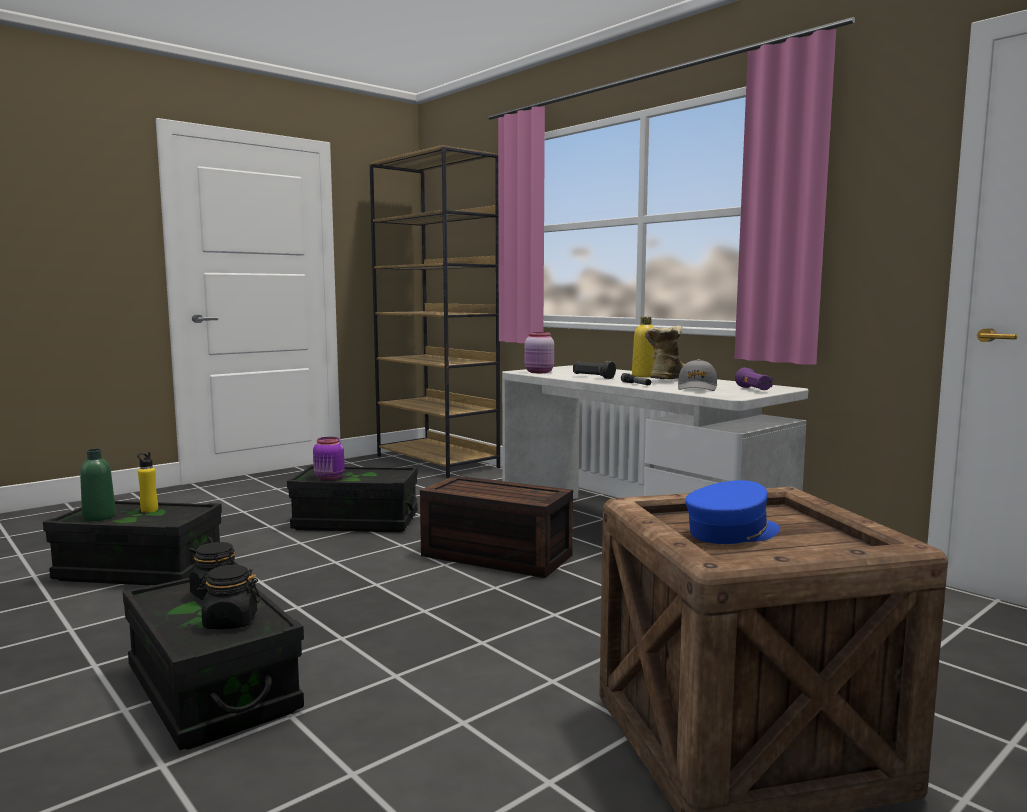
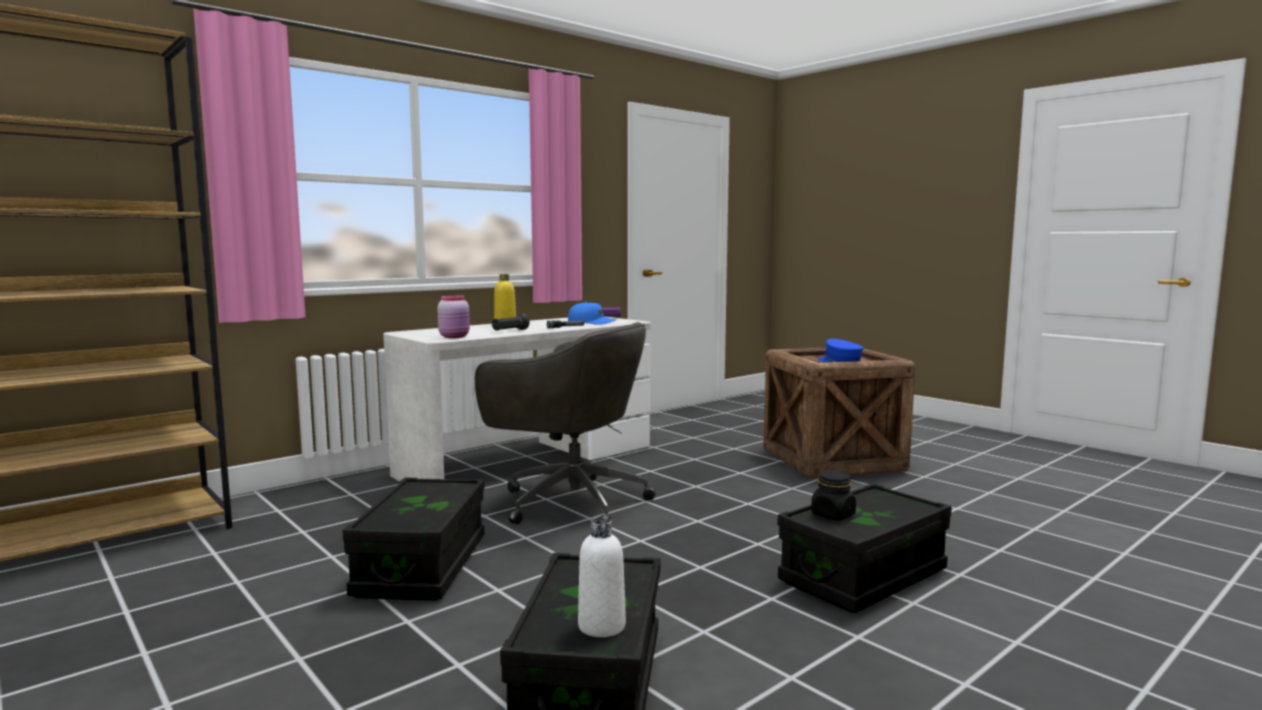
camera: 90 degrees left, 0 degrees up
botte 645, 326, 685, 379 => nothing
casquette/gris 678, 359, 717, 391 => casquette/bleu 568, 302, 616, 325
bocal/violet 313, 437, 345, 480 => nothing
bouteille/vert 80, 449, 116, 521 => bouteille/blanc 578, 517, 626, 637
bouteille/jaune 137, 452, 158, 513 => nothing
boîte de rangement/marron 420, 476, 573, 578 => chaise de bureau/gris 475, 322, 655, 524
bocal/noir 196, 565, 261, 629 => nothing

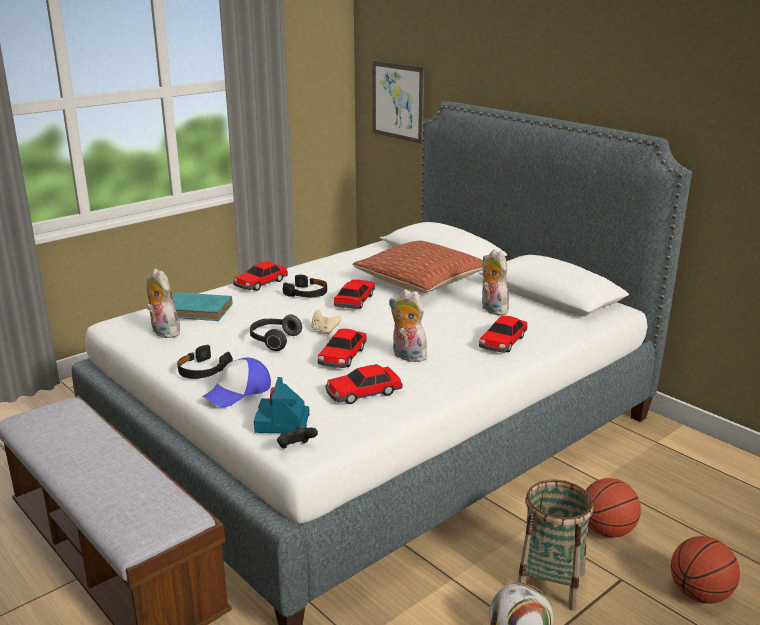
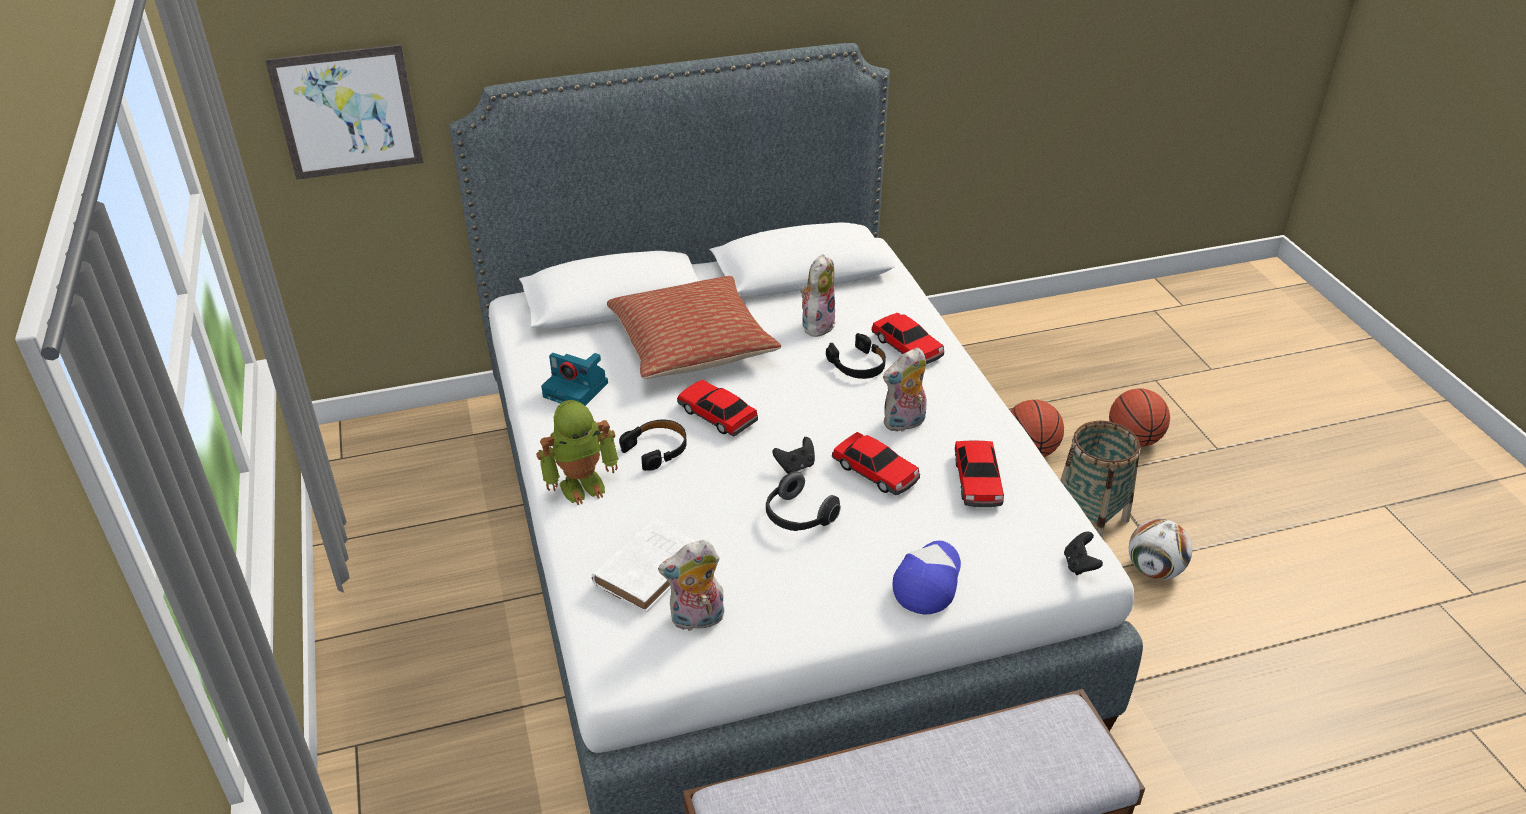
camera: 65 degrees left, 15 degrees up
peluche 482, 249, 509, 315 => peluche 800, 254, 836, 337, 120 degrees clockwise
petite voiture 233, 262, 288, 291 => robot jouet 536, 400, 619, 505
livre/turquoise 172, 292, 232, 321 => livre/blanc 592, 518, 700, 612
manette/beige 311, 310, 341, 335 => manette/noir 772, 437, 815, 474
casque audio/noir 177, 345, 233, 379 => casque audio/noir 826, 333, 886, 379, move
casquette 202, 357, 271, 407 => casquette 893, 541, 961, 614, 135 degrees counterclockwise
appareil photo 254, 377, 310, 433 => appareil photo 541, 353, 608, 406, move

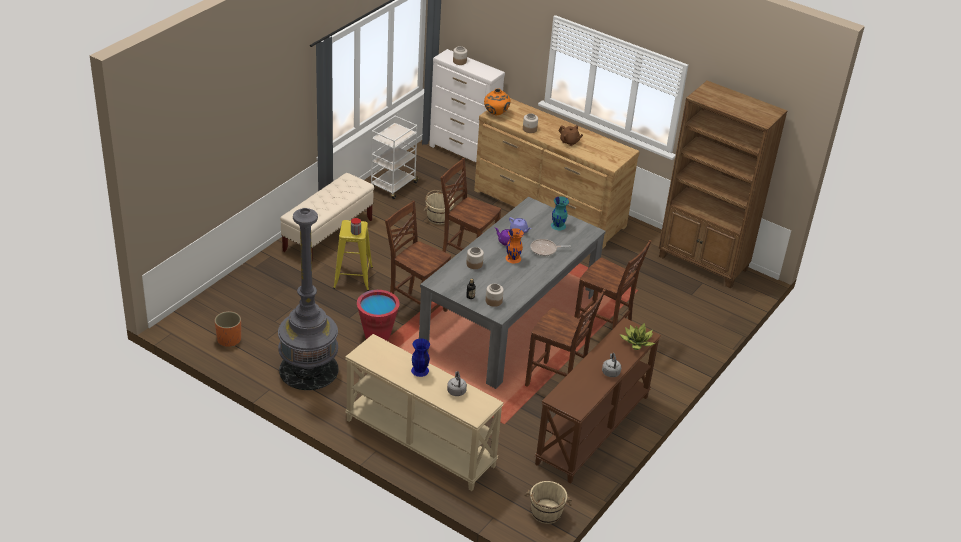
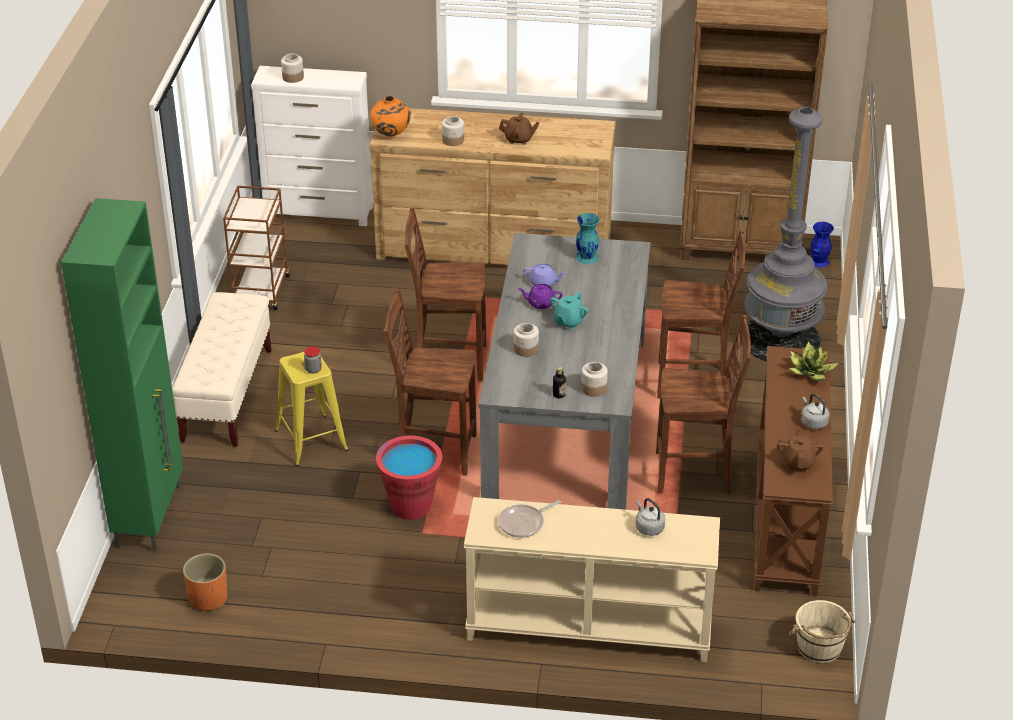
camera: 25 degrees left, 0 degrees up
chariot/blanc 371, 116, 419, 199 => chariot/marron 223, 186, 291, 310
seau/beige 424, 190, 455, 225 => nothing
lampadaire/gris 278, 208, 339, 390 => lampadaire/gris 741, 107, 827, 361, move
vase/orange 506, 228, 524, 263 => théière/turquoise 550, 292, 589, 329
poêle 530, 239, 571, 256 => poêle 498, 500, 561, 538, move
vase/bleu 411, 338, 430, 377 => vase/bleu 810, 222, 834, 268, move
nothing => meuble de rangement/vert 61, 198, 183, 551
nothing => théière/marron 777, 428, 824, 471

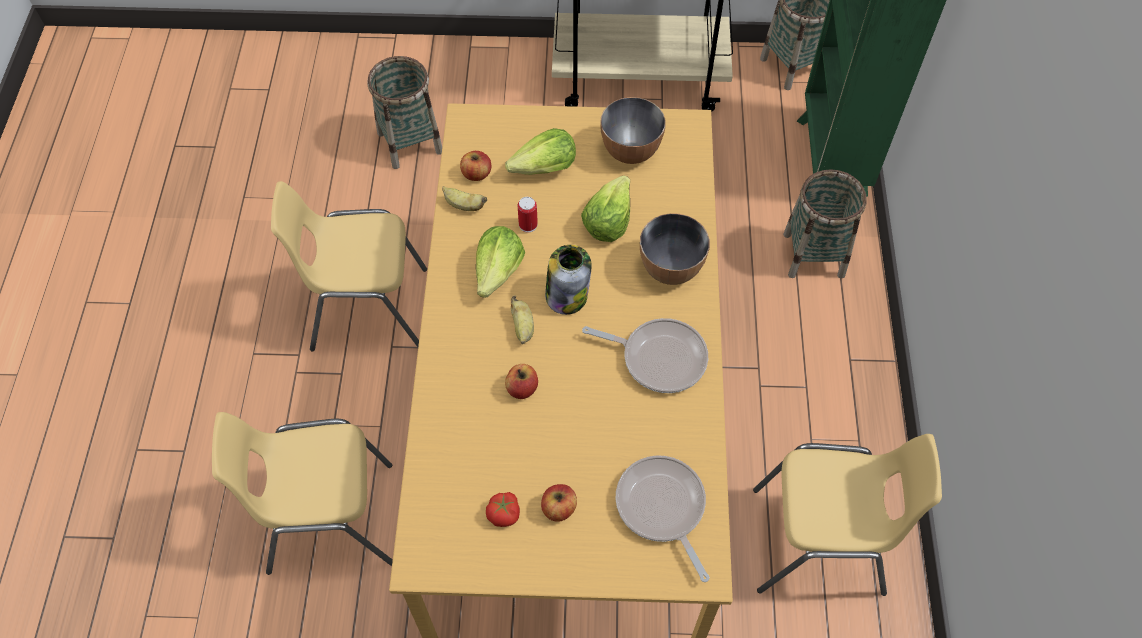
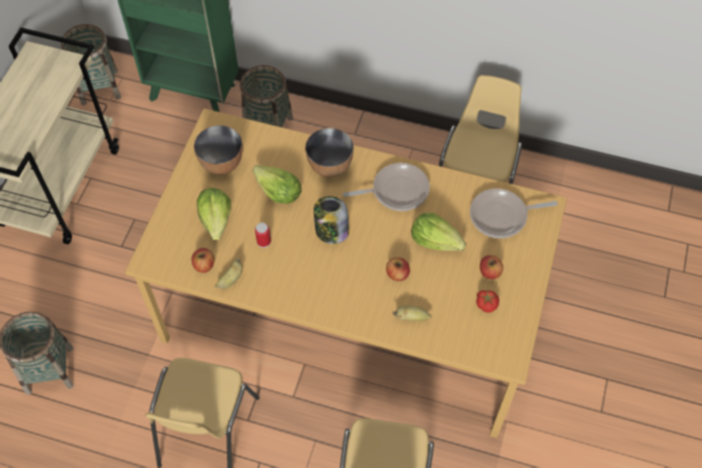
camera: 75 degrees left, 0 degrees up
laitue 476, 226, 525, 298 => laitue 411, 213, 466, 251, move
banane 511, 295, 534, 344 => banane 393, 306, 432, 321, move
poêle 582, 318, 708, 393 => poêle 343, 163, 430, 211, 45 degrees clockwise

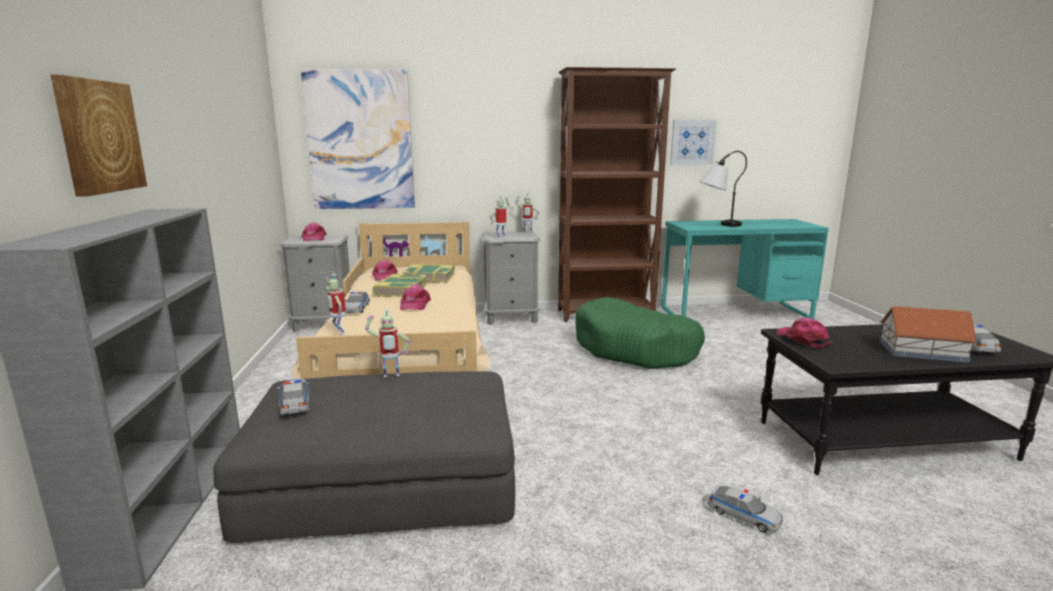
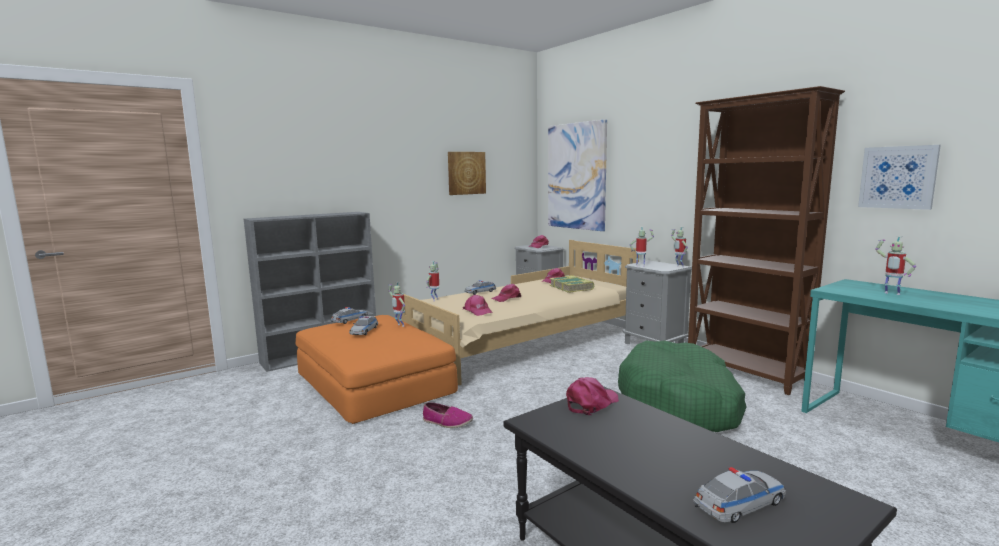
camera: 60 degrees right, 5 degrees down
tableau 50, 75, 147, 197 => tableau 448, 152, 486, 195, move
lampe de table 699, 151, 747, 227 => robot jouet 875, 236, 916, 295
livre 372, 274, 427, 297 => nothing
maison miniature 880, 306, 978, 363 => nothing
pouf/gris 214, 371, 515, 543 => pouf/orange 296, 315, 458, 424
petite voiture 707, 485, 783, 533 => petite voiture 349, 316, 378, 335, move
nothing => casquette/rose 463, 295, 493, 316
nothing => chaussure 423, 402, 473, 428

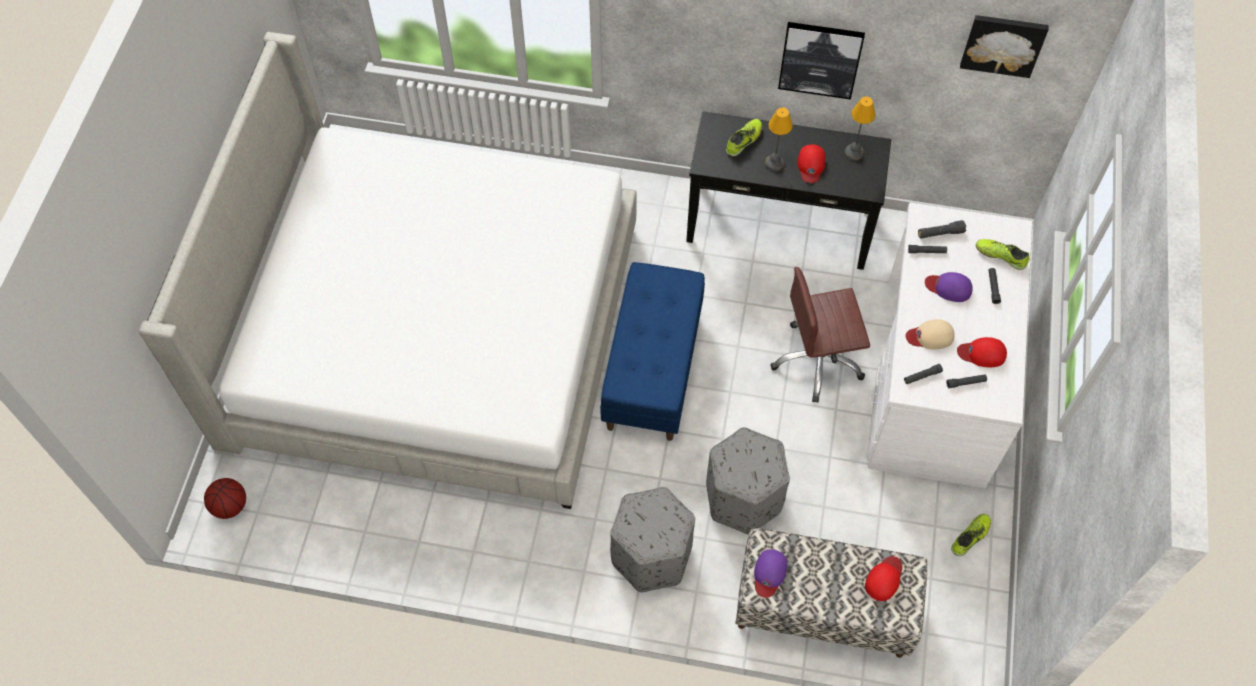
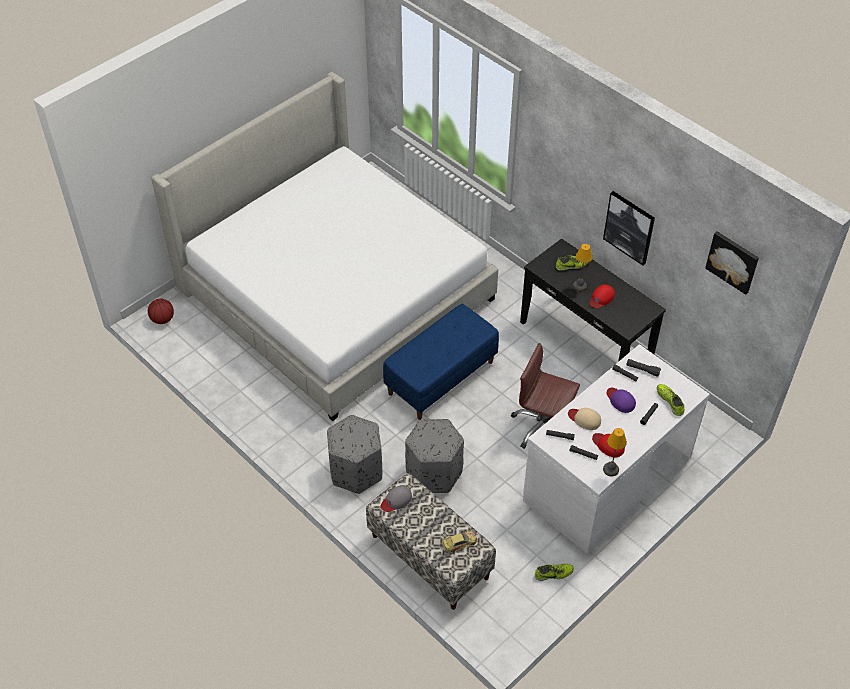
camera: 35 degrees right, 10 degrees down
lampe de table 844, 97, 875, 161 => lampe de table 603, 428, 627, 476, move
casquette/violet 754, 549, 787, 598 => casquette/gris 381, 486, 412, 512
casquette/rouge 865, 556, 902, 601 => petite voiture 442, 530, 477, 553

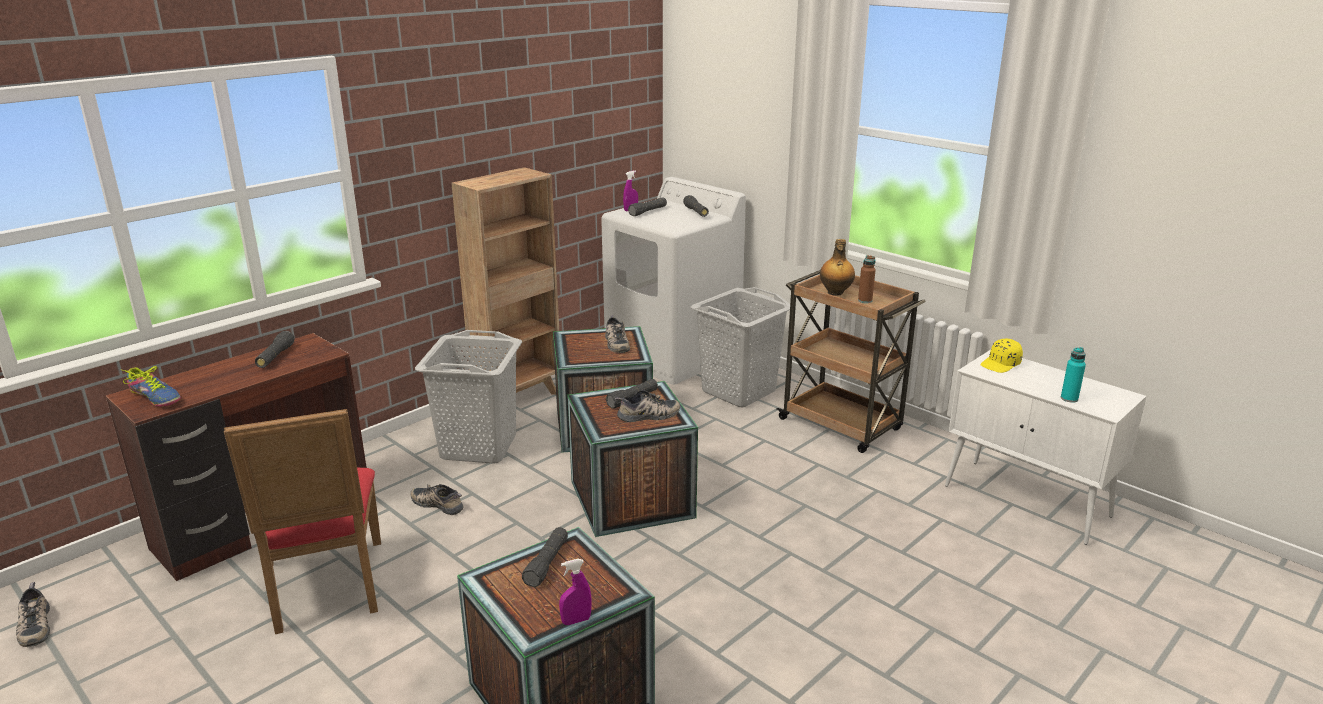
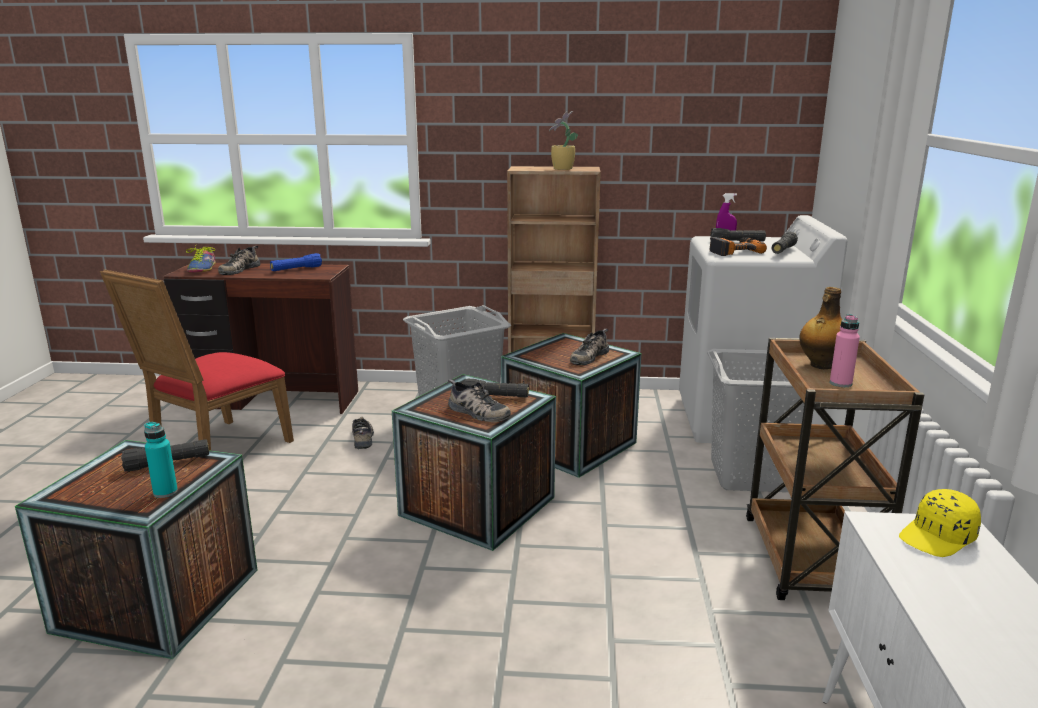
camera: 50 degrees right, 5 degrees down
bouteille/marron 858, 255, 876, 303 => bouteille/rose 830, 314, 860, 387
lampe de poche/noir 255, 331, 294, 368 => lampe de poche/bleu 270, 253, 322, 271
casquette/jaune 980, 339, 1023, 373 => casquette/jaune 899, 489, 981, 557, 45 degrees counterclockwise
bouteille/turquoise 1061, 347, 1086, 403 => bouteille/turquoise 144, 422, 178, 498, move
vaporisateur/violet 559, 559, 592, 625 => nothing
chaussure 16, 582, 50, 647 => chaussure 218, 246, 260, 275, move
nothing => plante en pot 549, 111, 578, 170
nothing => perceuse 709, 237, 767, 256

